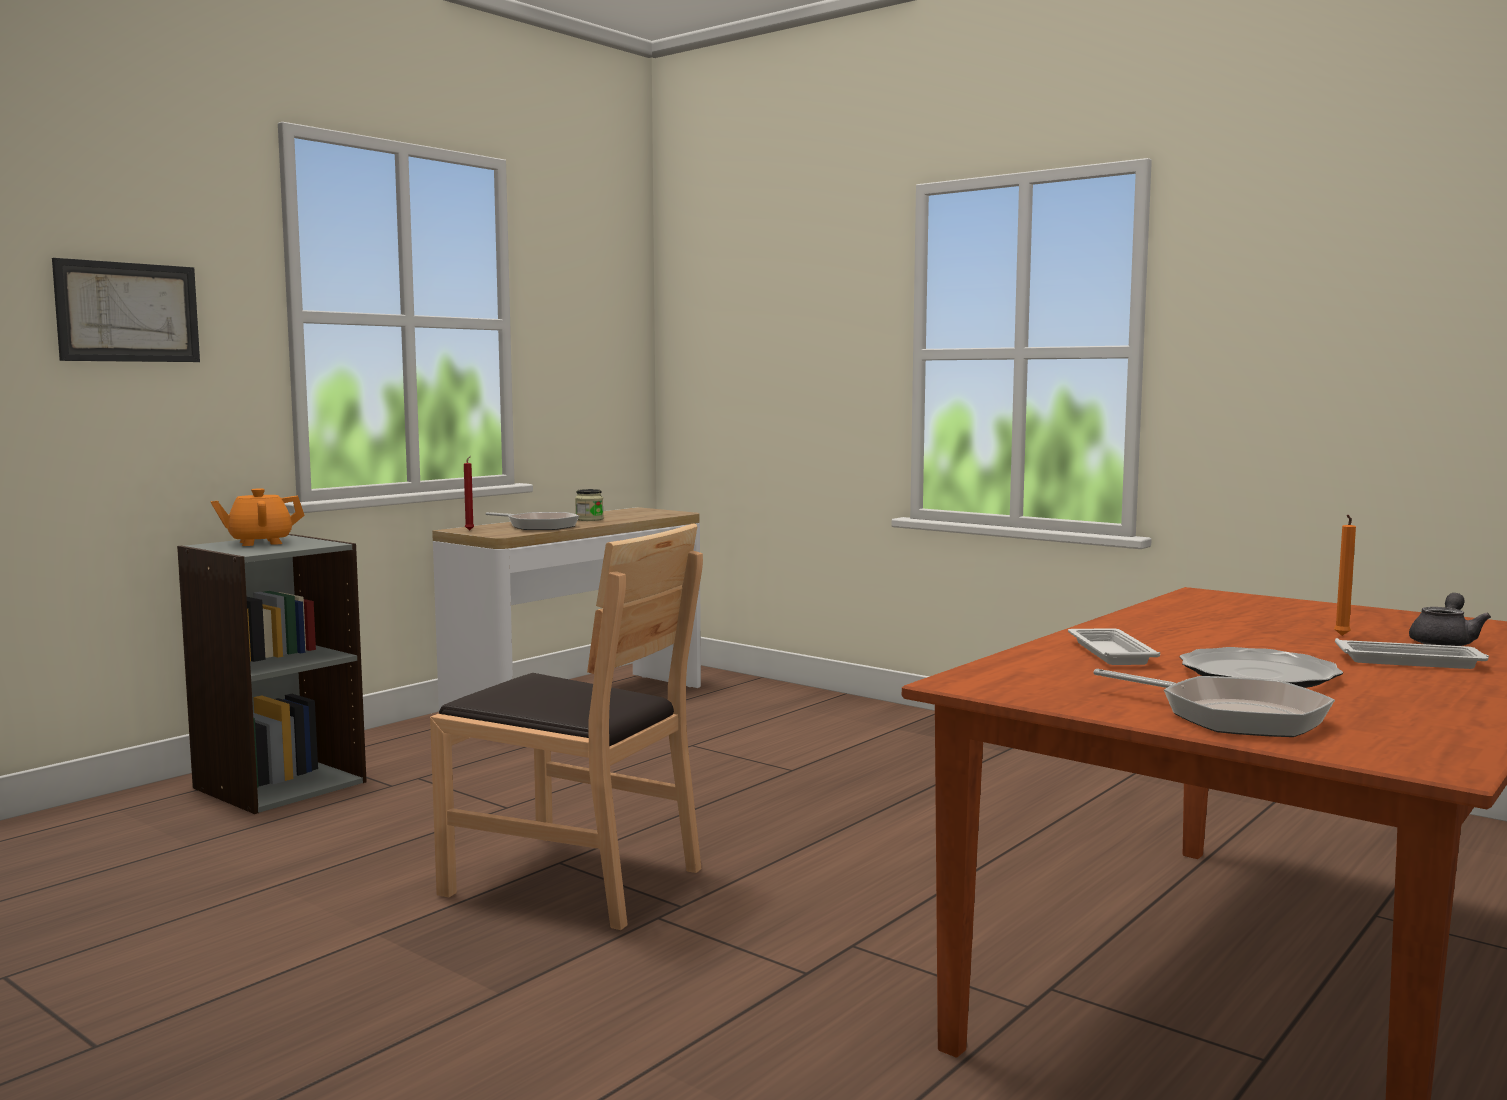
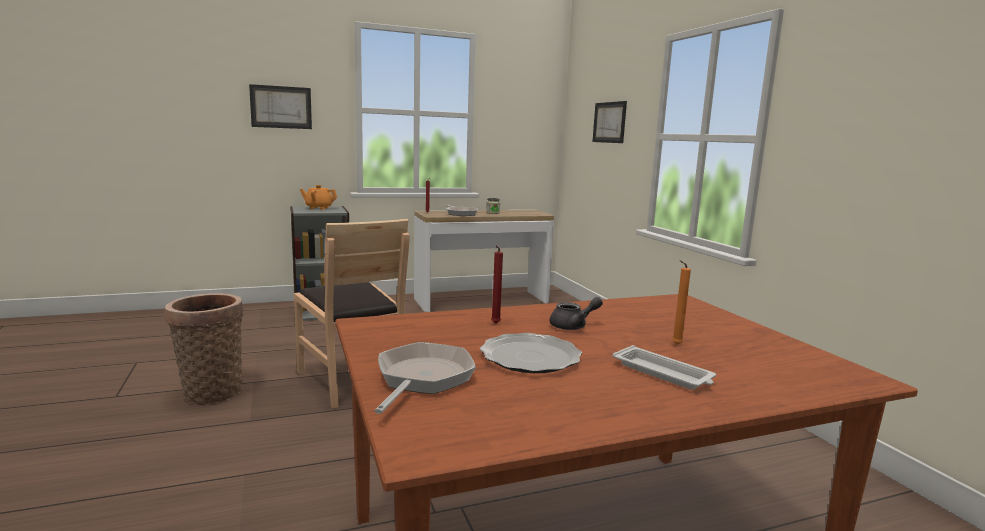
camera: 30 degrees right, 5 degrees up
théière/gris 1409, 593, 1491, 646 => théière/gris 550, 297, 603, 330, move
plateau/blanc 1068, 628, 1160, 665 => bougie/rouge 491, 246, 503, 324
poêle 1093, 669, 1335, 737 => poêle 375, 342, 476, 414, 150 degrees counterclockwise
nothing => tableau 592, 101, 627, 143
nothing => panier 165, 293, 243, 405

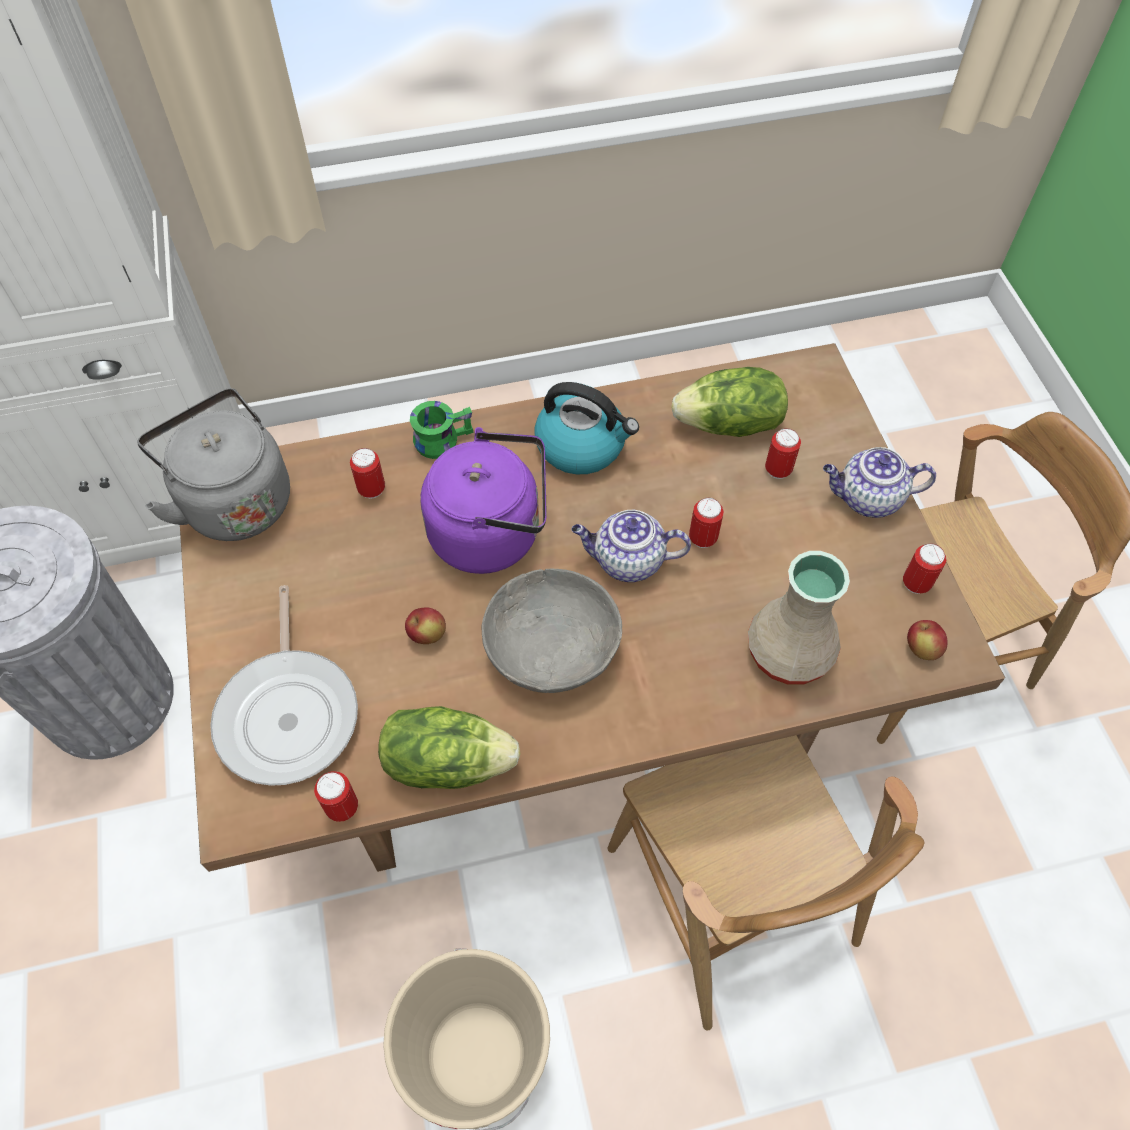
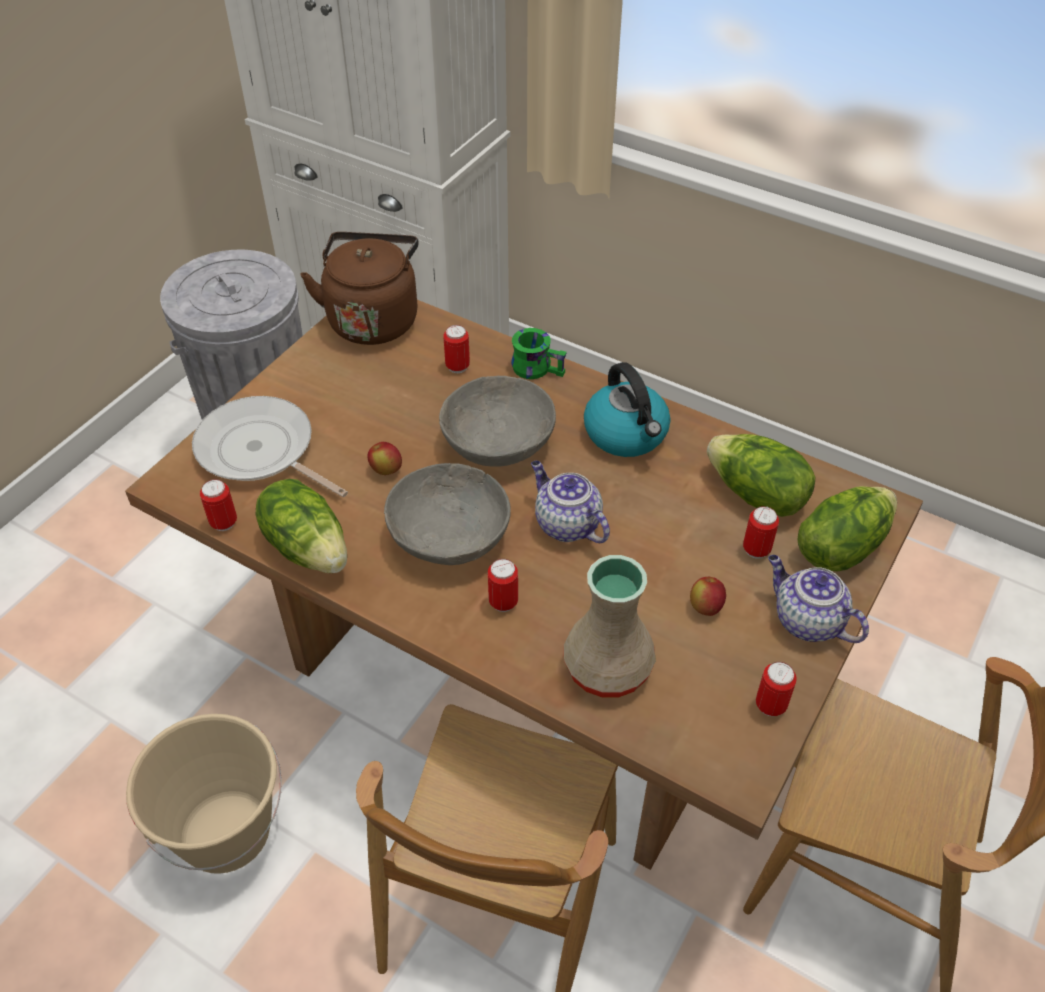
camera: 45 degrees right, 10 degrees down
bouilloire/gris 137, 388, 290, 541 => bouilloire/marron 300, 232, 419, 345
bouilloire/violet 420, 427, 547, 574 => bol/gris 439, 376, 556, 467
boîte métallique 689, 497, 724, 548 => boîte métallique 488, 559, 518, 612, move
poêle 210, 585, 358, 786 => poêle 192, 396, 348, 497, 90 degrees clockwise
pomme 907, 620, 948, 660 => pomme 690, 577, 726, 616, move
nothing => laitue 798, 486, 897, 572

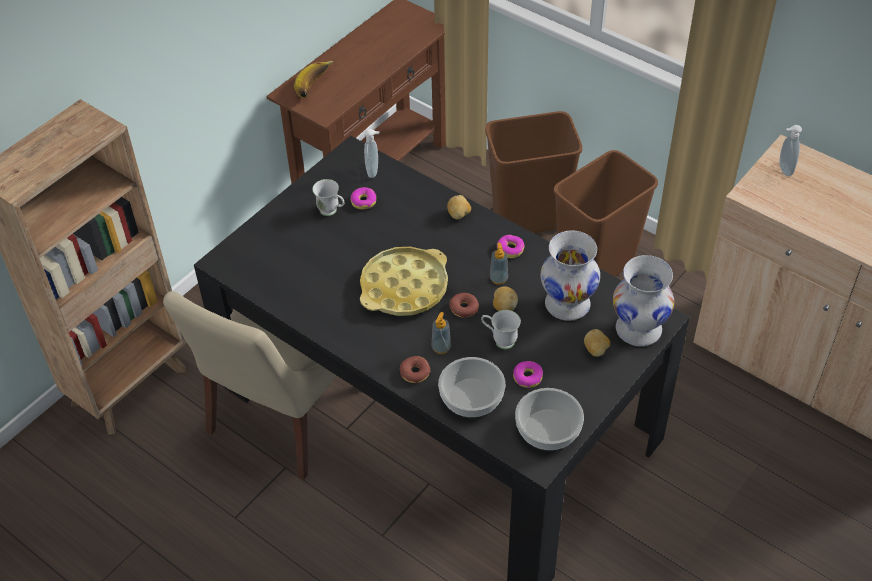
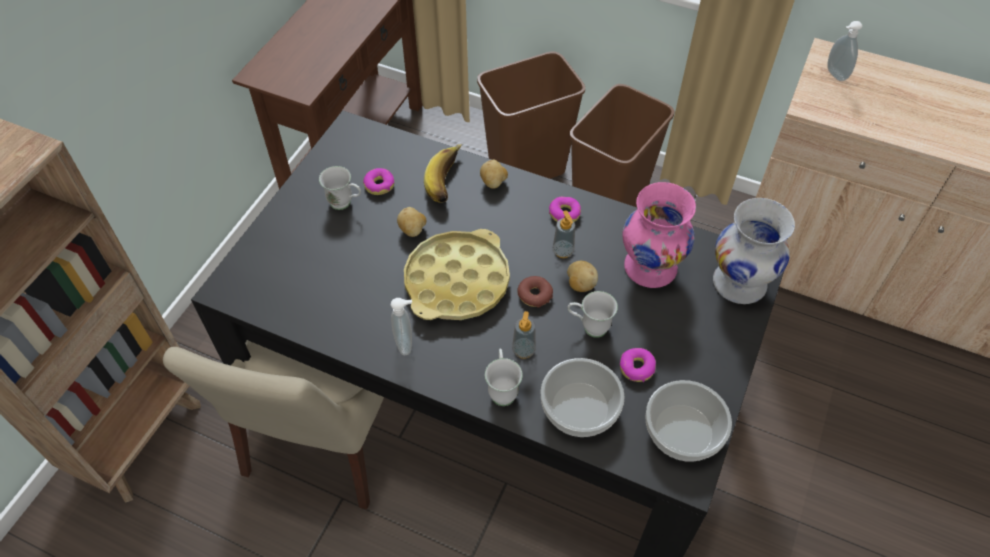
camera: 15 degrees left, 5 degrees up
banane 294, 61, 334, 98 => banane 424, 144, 462, 202, move
distributeur de savon 364, 129, 380, 178 => distributeur de savon 391, 298, 412, 355, move
vase/blanc 540, 230, 600, 321 => vase/rose 622, 182, 696, 288
pomme de terre 584, 329, 610, 357 => pomme de terre 397, 207, 426, 237, move
beignet 400, 356, 430, 383 => mug/blanc 485, 348, 523, 406

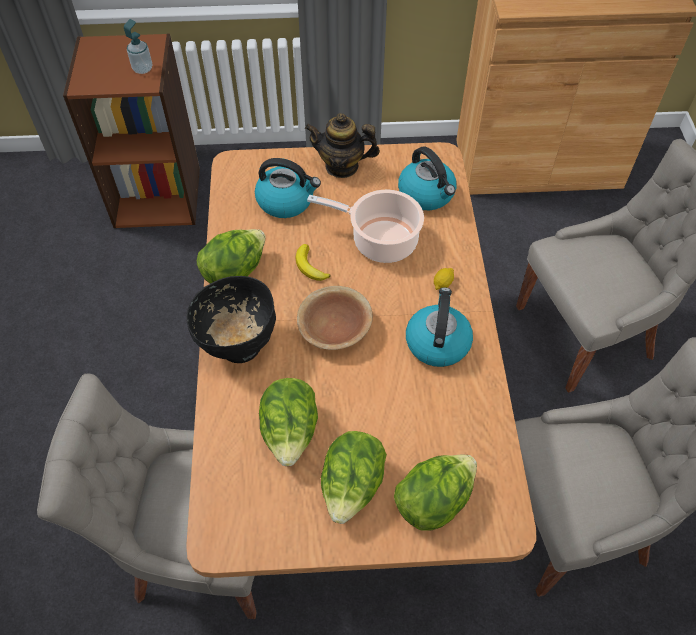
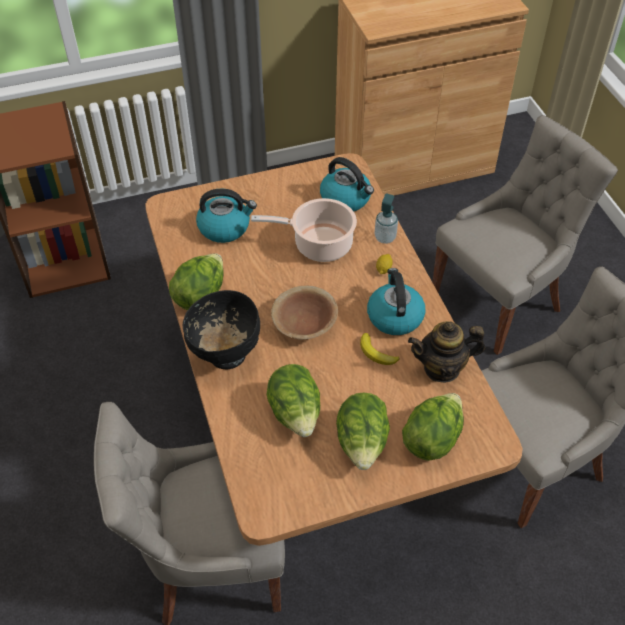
camera: 15 degrees left, 5 degrees down
distributeur de savon 124, 19, 152, 74 => distributeur de savon 375, 194, 398, 244, move
théière 305, 113, 380, 178 => théière 408, 321, 485, 383, move
banane 295, 244, 330, 281 => banane 360, 333, 399, 365, move

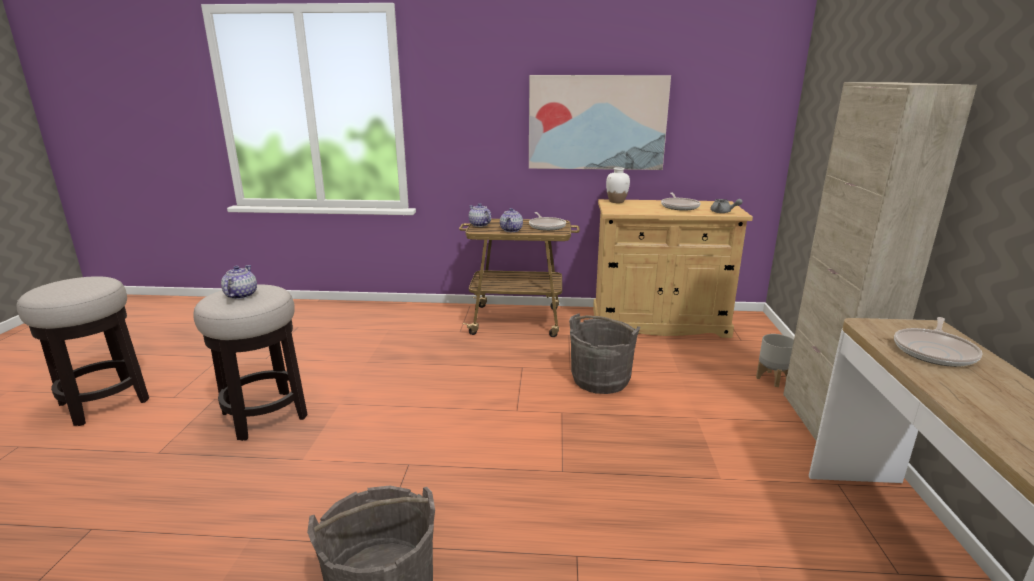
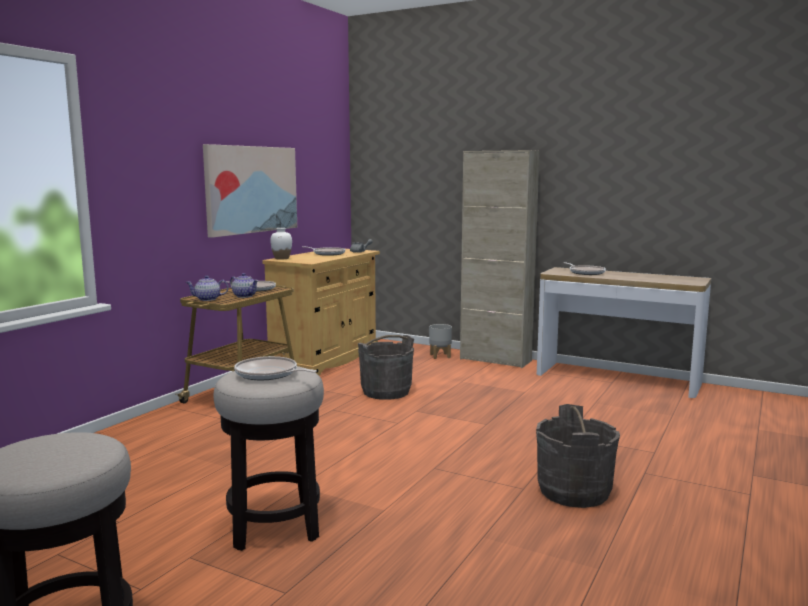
camera: 65 degrees left, 10 degrees down
théière 221, 265, 257, 299 => poêle 234, 356, 317, 380

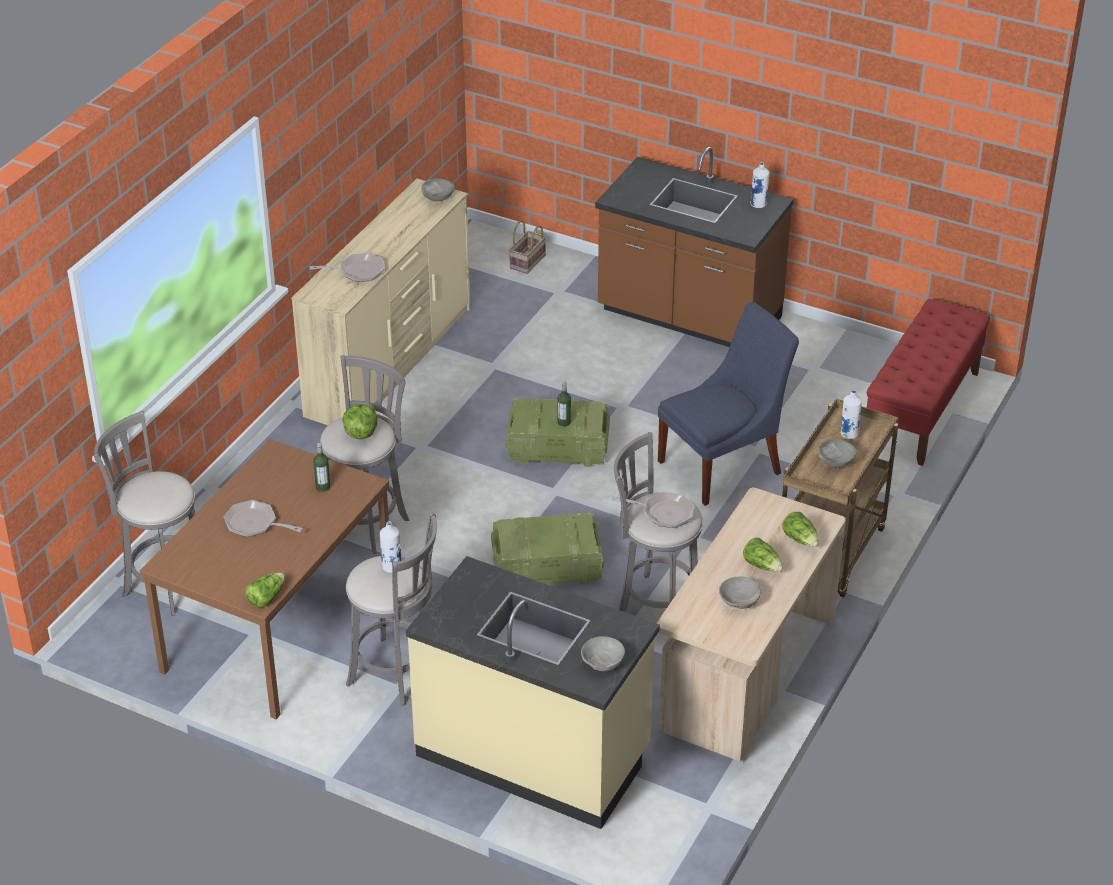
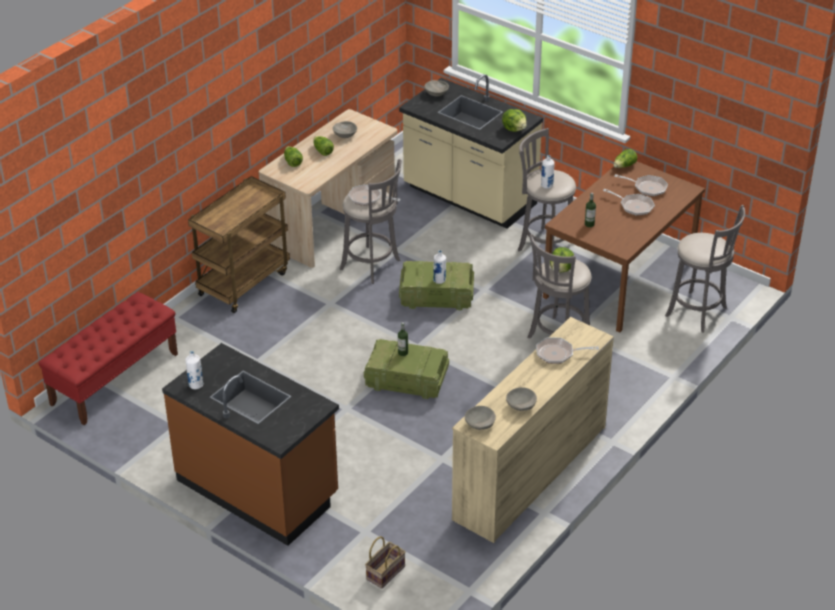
camera: 170 degrees left, 0 degrees up
chaise/bleu 658, 302, 799, 506 => nothing
bouteille/blanc 841, 390, 862, 439 => bouteille/blanc 433, 250, 446, 284, move
bol/gris 818, 439, 857, 468 => bol/gris 506, 387, 537, 411, move
nothing => laitue 502, 109, 527, 132
nothing => poêle 614, 174, 668, 197

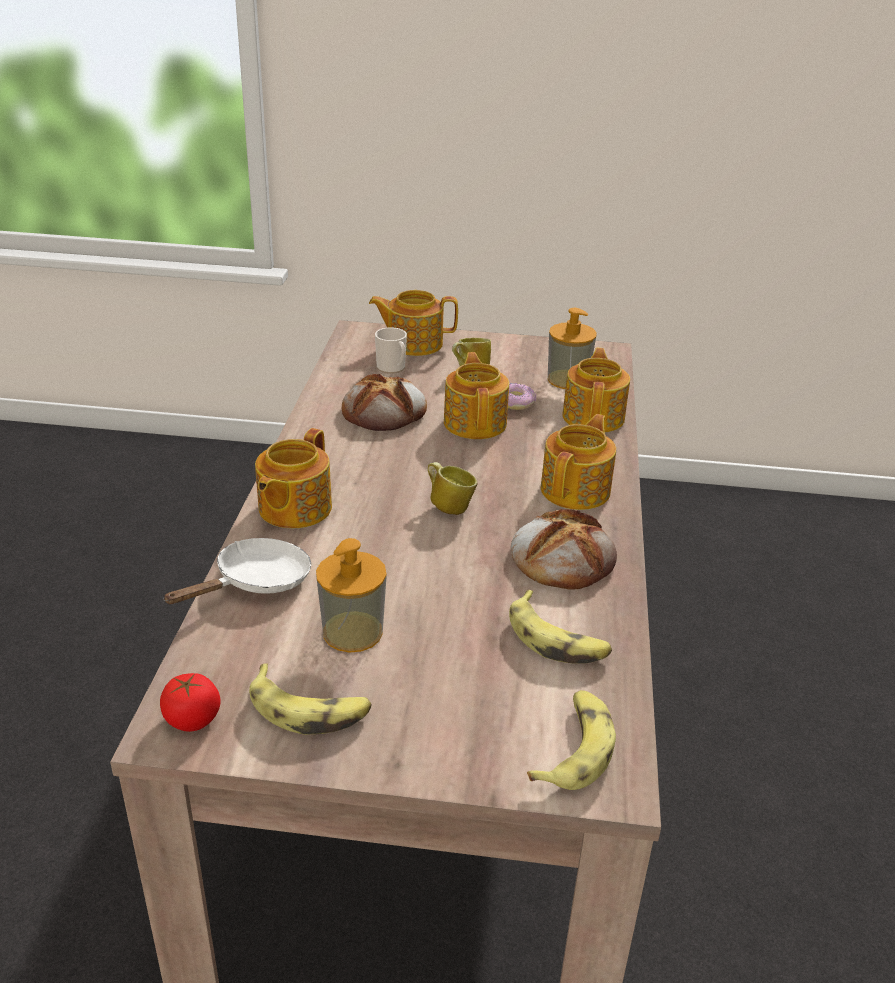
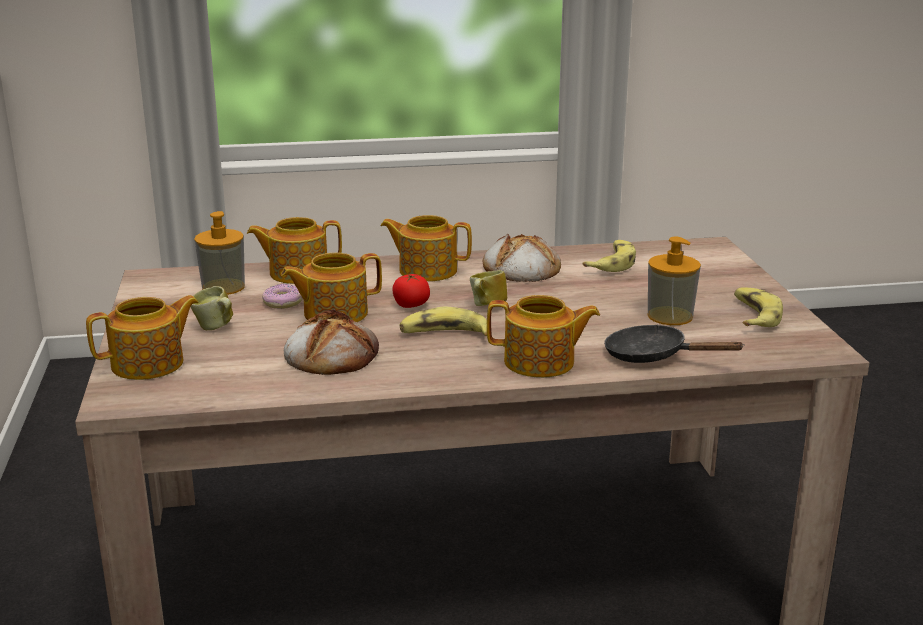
camera: 105 degrees left, 10 degrees down
théière 369, 290, 458, 356 => théière 86, 295, 199, 380, 105 degrees counterclockwise
mug 375, 327, 407, 374 => nothing
poêle/blanc 163, 538, 311, 604 => poêle/noir 604, 325, 745, 363
tomate 160, 673, 221, 732 => tomate 392, 274, 430, 308, move
banane 527, 690, 616, 790 => banane 399, 307, 487, 336, move

